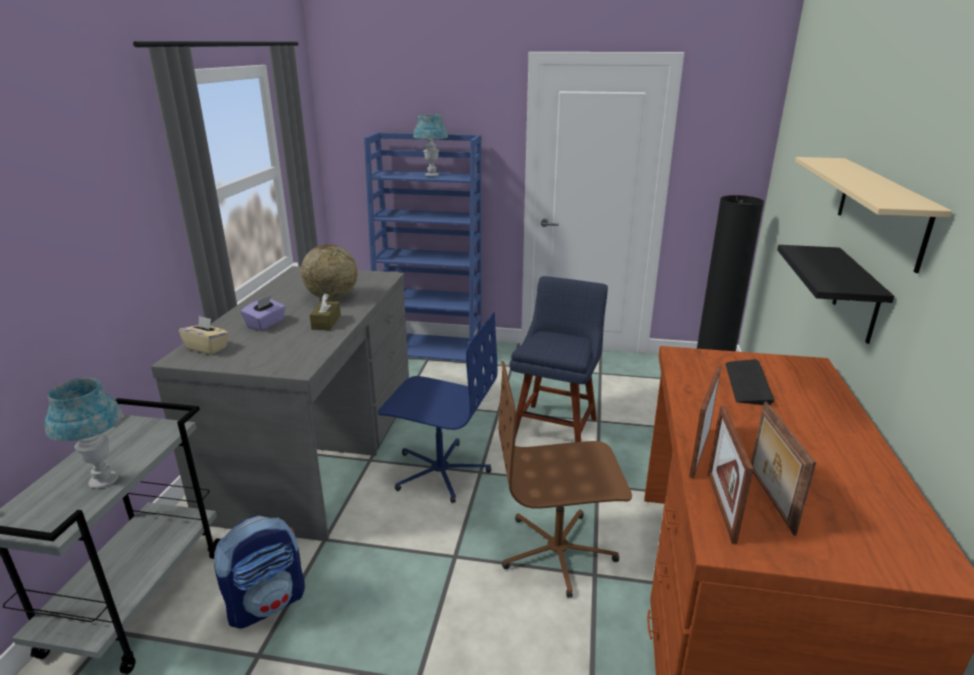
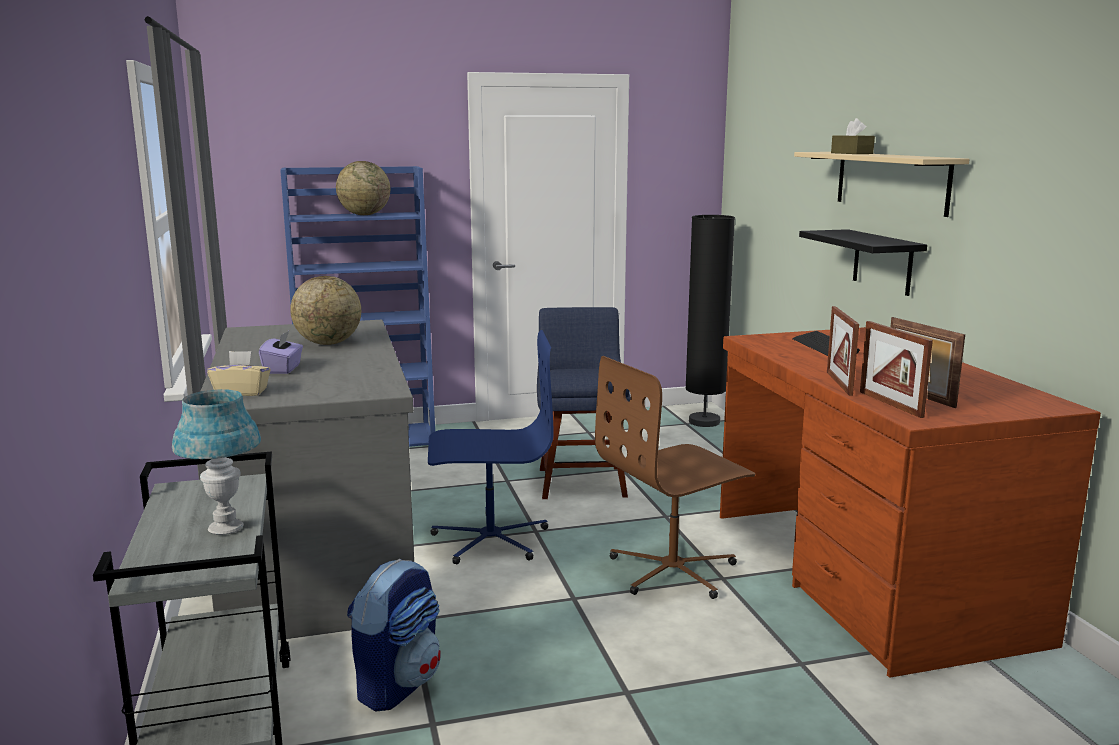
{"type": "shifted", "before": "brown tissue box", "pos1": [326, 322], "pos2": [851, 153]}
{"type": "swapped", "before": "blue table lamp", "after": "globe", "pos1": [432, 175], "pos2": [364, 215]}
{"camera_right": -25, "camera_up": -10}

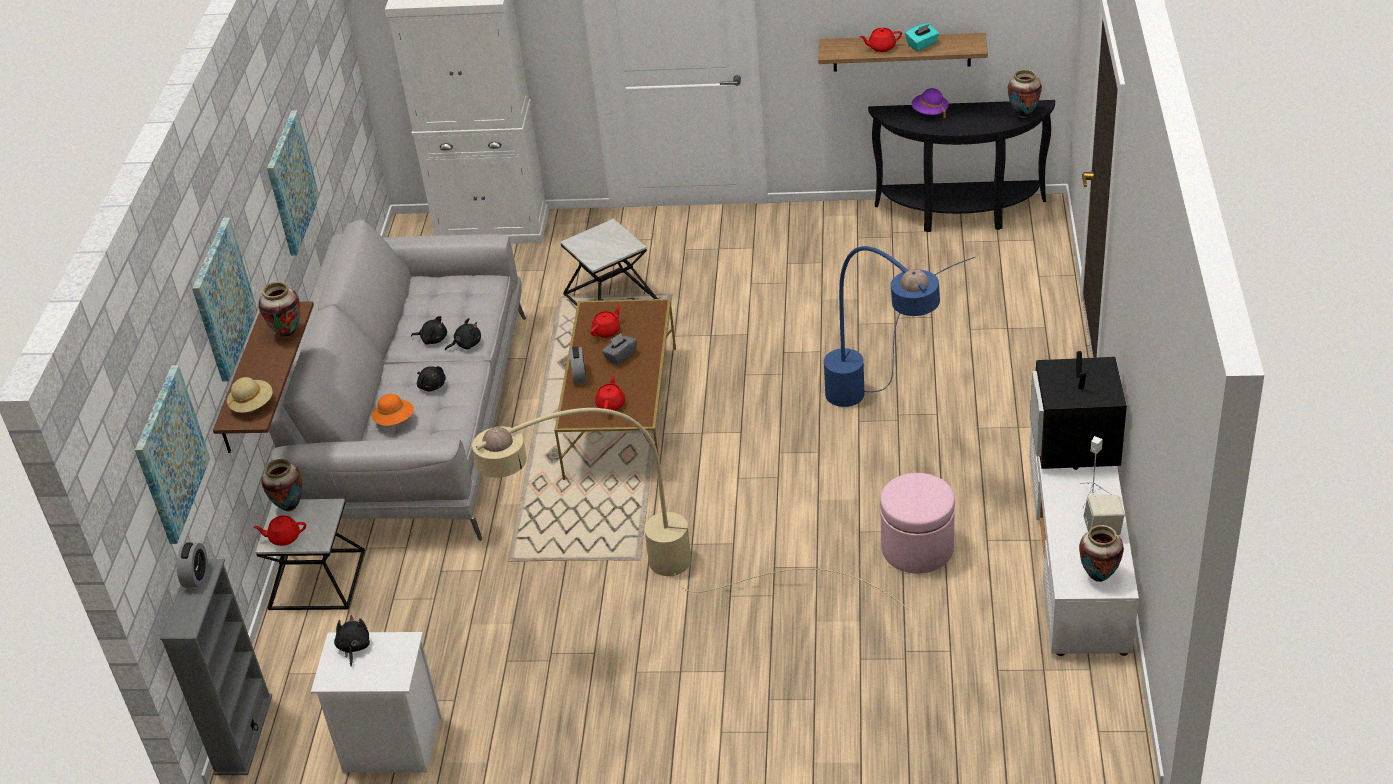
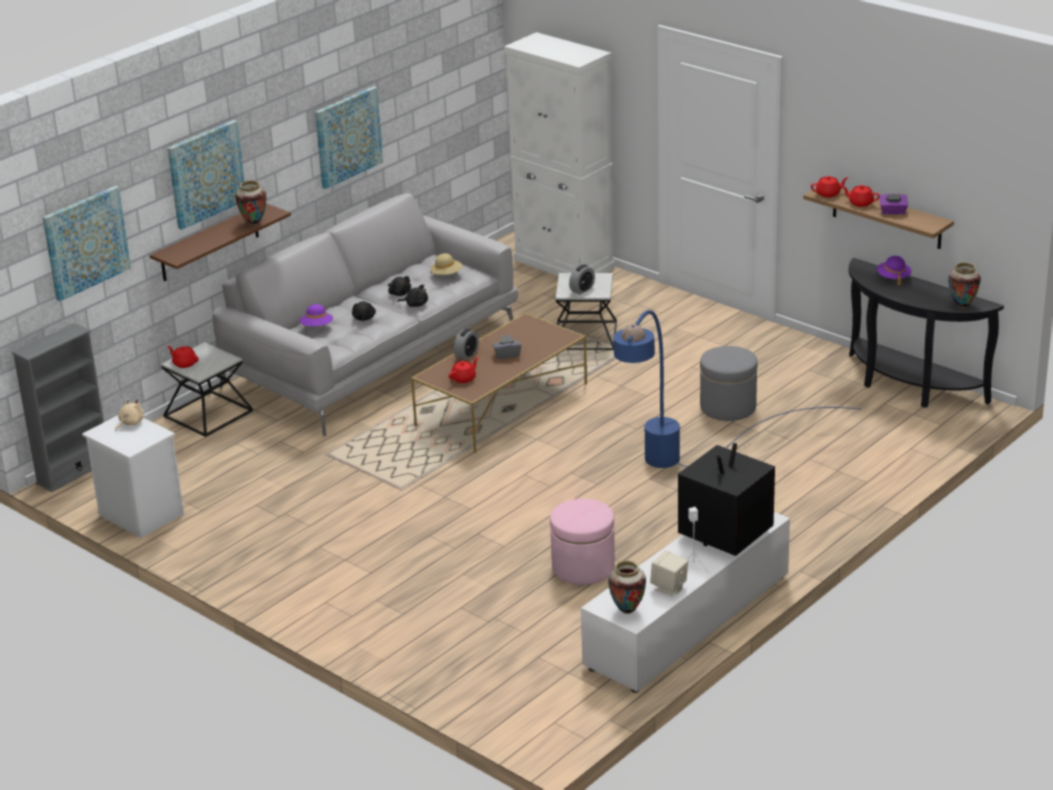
{"type": "shifted", "before": "alarm clock", "pos1": [196, 576], "pos2": [582, 289]}
{"type": "shifted", "before": "beige hat", "pos1": [252, 405], "pos2": [447, 274]}
{"type": "gone", "before": "vase", "pos1": [289, 507]}
{"type": "repainted", "before": "black plush toy", "after": "beige plush toy", "pos1": [353, 647], "pos2": [130, 423]}
{"type": "repainted", "before": "orange hat", "after": "purple hat", "pos1": [394, 420], "pos2": [317, 327]}
{"type": "gone", "before": "beige floor lamp", "pos1": [644, 600]}
{"type": "shifted", "before": "red teapot", "pos1": [607, 331], "pos2": [828, 194]}
{"type": "repainted", "before": "turquoise tissue box", "after": "purple tissue box", "pos1": [922, 45], "pos2": [893, 212]}
{"type": "new", "after": "grey ottoman", "pos2": [728, 407]}
{"camera_right": 35, "camera_up": -10}

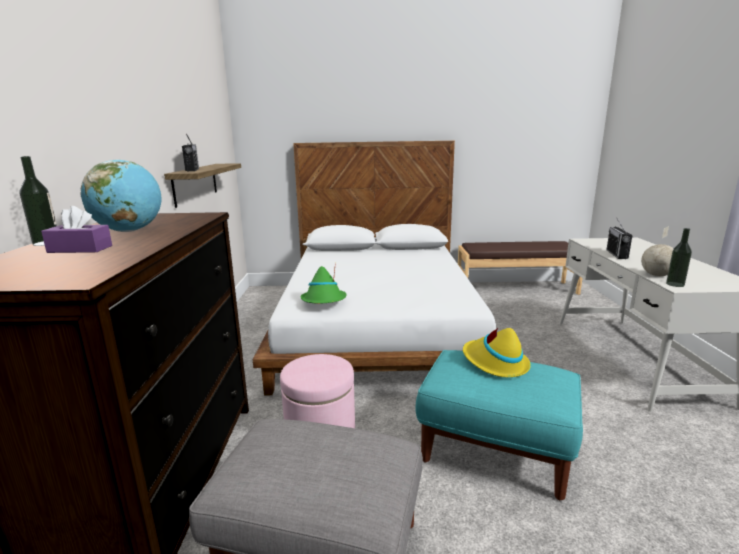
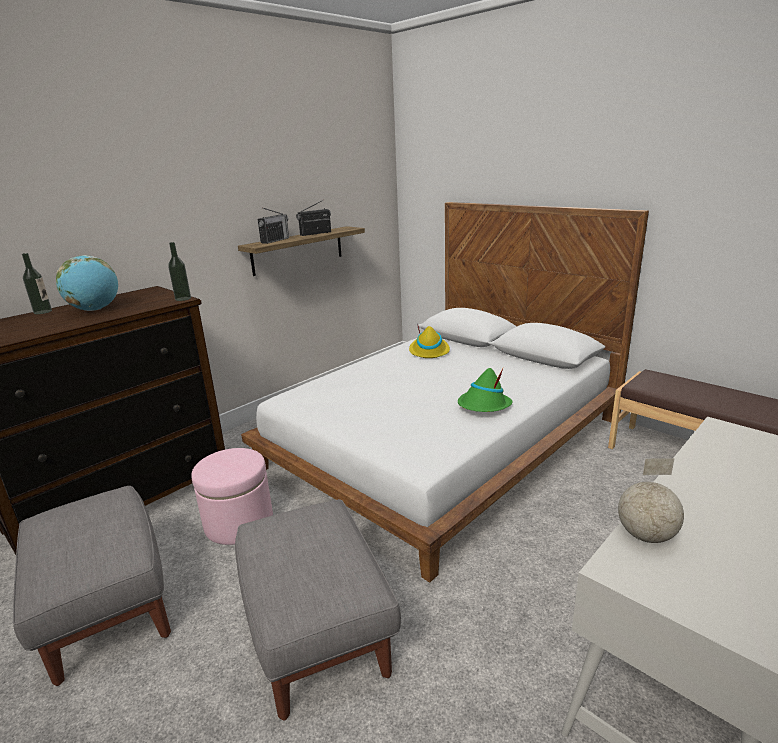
{"type": "gone", "before": "purple tissue box", "pos1": [80, 249]}
{"type": "shifted", "before": "green hat", "pos1": [324, 301], "pos2": [484, 406]}
{"type": "repainted", "before": "turquoise ottoman", "after": "grey ottoman", "pos1": [496, 450], "pos2": [317, 633]}
{"type": "shifted", "before": "yellow hat", "pos1": [494, 363], "pos2": [429, 351]}
{"type": "shifted", "before": "radio", "pos1": [616, 254], "pos2": [316, 233]}
{"type": "shifted", "before": "bottle", "pos1": [675, 284], "pos2": [183, 299]}
{"camera_right": 45, "camera_up": 5}

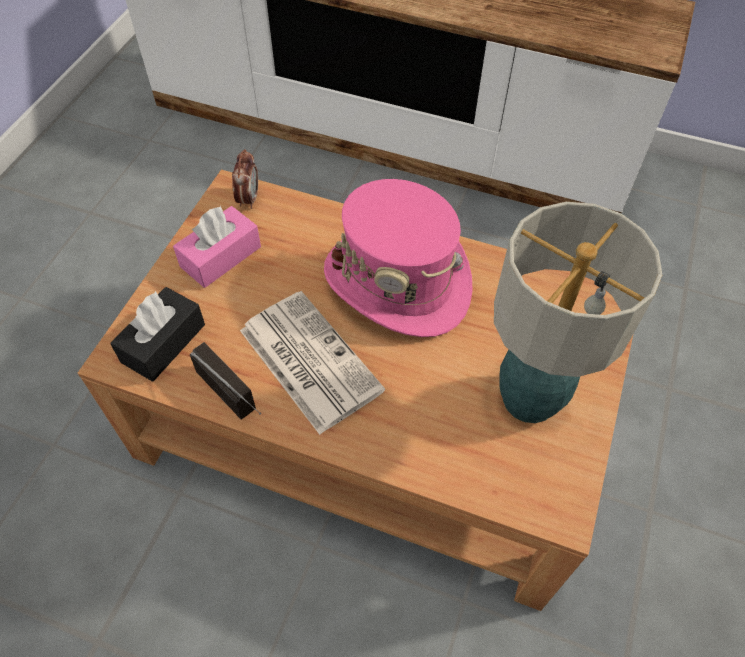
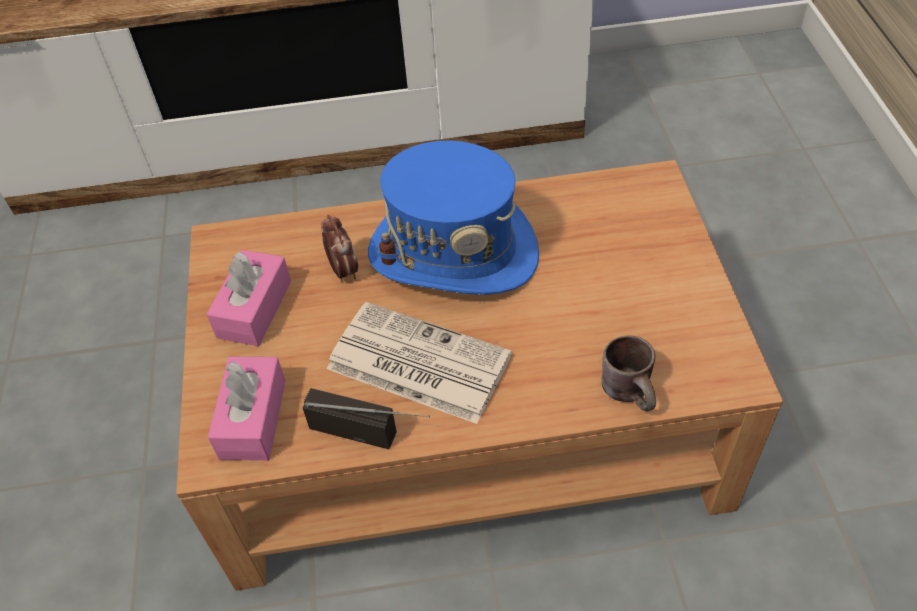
{"type": "repainted", "before": "black tissue box", "after": "pink tissue box", "pos1": [163, 343], "pos2": [253, 419]}
{"type": "shifted", "before": "alarm clock", "pos1": [248, 199], "pos2": [343, 270]}
{"type": "repainted", "before": "pink hat", "after": "blue hat", "pos1": [397, 282], "pos2": [453, 252]}
{"type": "gone", "before": "table lamp", "pos1": [531, 399]}
{"type": "new", "after": "brown mug", "pos2": [633, 391]}
{"camera_right": -25, "camera_up": -5}

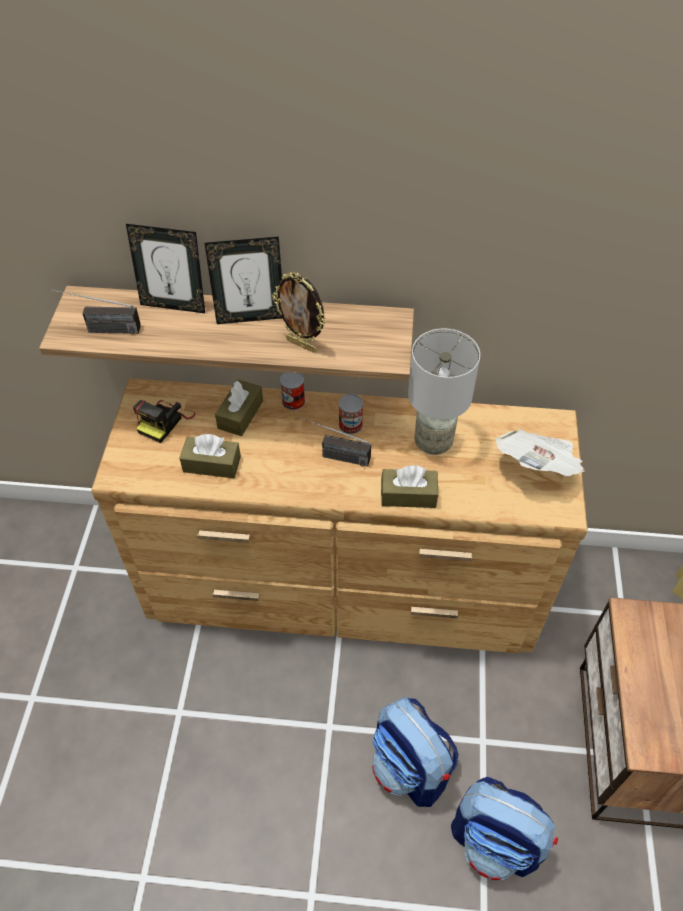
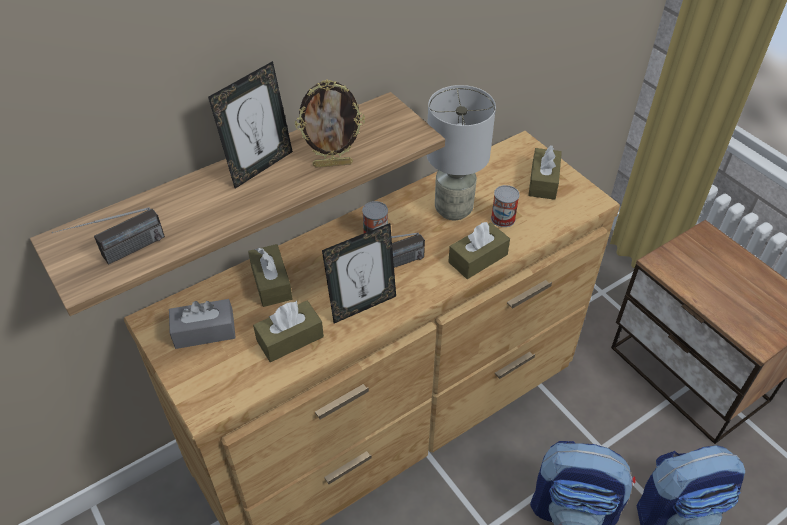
{"type": "shifted", "before": "picture frame", "pos1": [174, 305], "pos2": [362, 305]}
{"type": "swapped", "before": "photo camera", "after": "grey tissue box", "pos1": [165, 421], "pos2": [204, 331]}
{"type": "shifted", "before": "can", "pos1": [293, 401], "pos2": [503, 218]}
{"type": "swapped", "before": "newspaper", "after": "brown tissue box", "pos1": [538, 466], "pos2": [543, 181]}
{"camera_right": -40, "camera_up": -5}

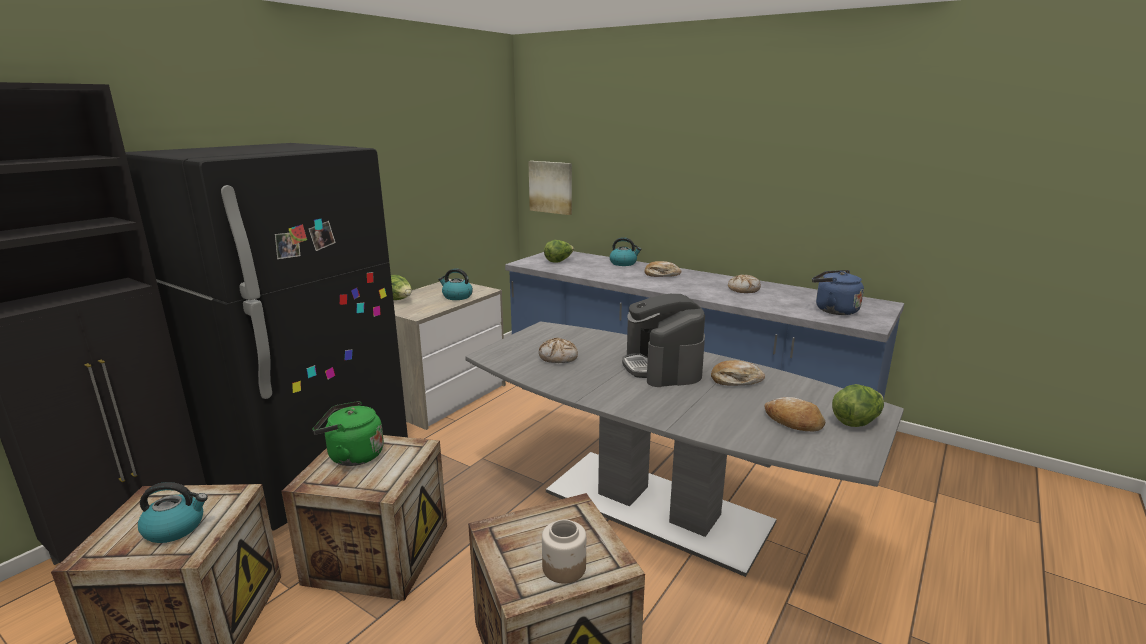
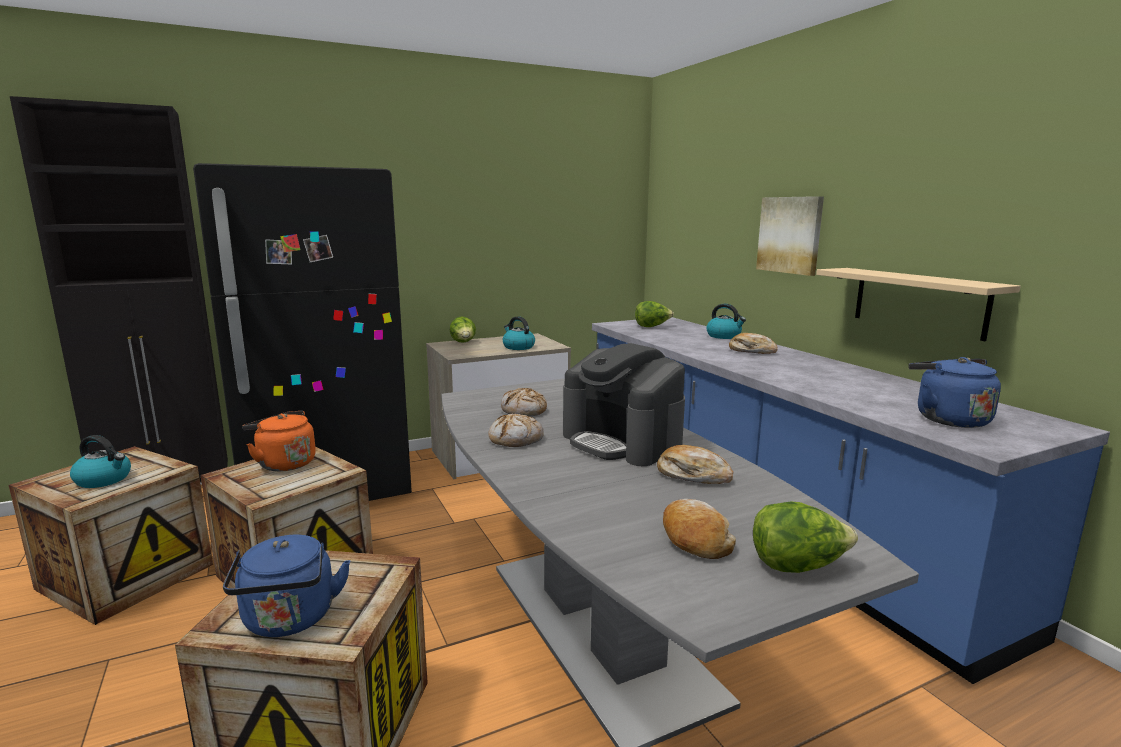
{"type": "repainted", "before": "green kettle", "after": "orange kettle", "pos1": [352, 456], "pos2": [284, 463]}
{"type": "shifted", "before": "picture", "pos1": [551, 187], "pos2": [790, 235]}
{"type": "swapped", "before": "jar", "after": "blue kettle", "pos1": [564, 568], "pos2": [289, 620]}
{"type": "rotated", "before": "coffee machine", "pos1": [662, 367], "pos2": [622, 442], "turn": -60}
{"type": "shifted", "before": "bread", "pos1": [743, 289], "pos2": [516, 439]}
{"type": "new", "after": "beige shelf", "pos2": [918, 302]}
{"camera_right": 30, "camera_up": -5}

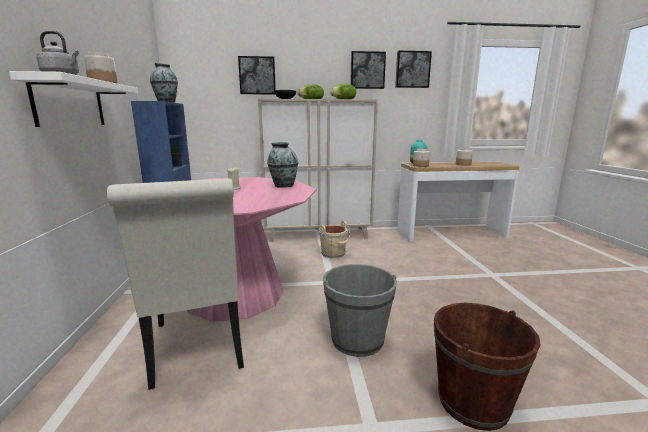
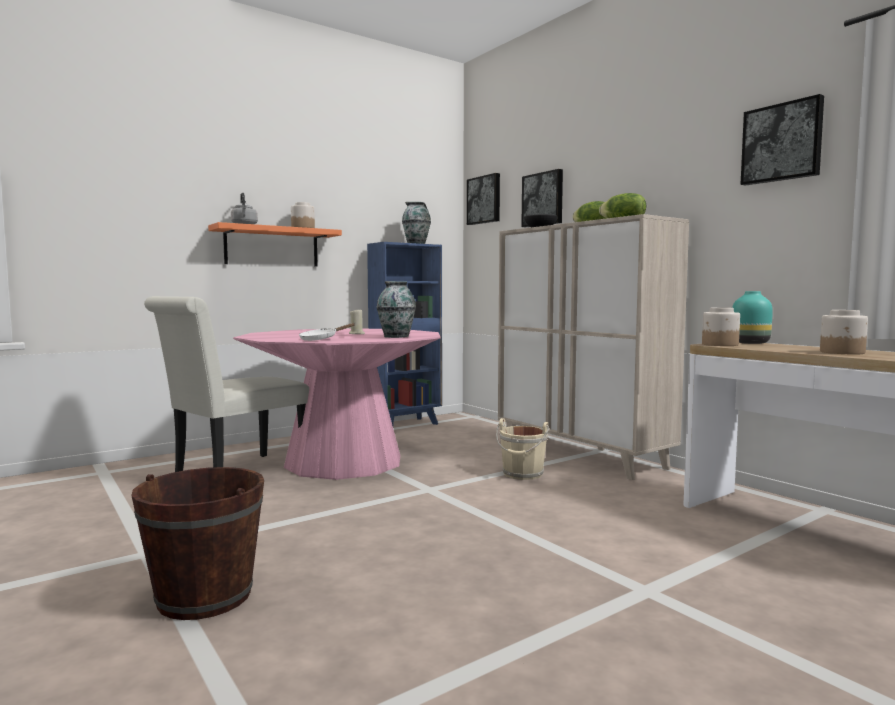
{"type": "repainted", "before": "white shelf", "after": "orange shelf", "pos1": [70, 103], "pos2": [272, 247]}
{"type": "gone", "before": "grey bucket", "pos1": [357, 340]}
{"type": "shifted", "before": "picture", "pos1": [367, 70], "pos2": [484, 200]}
{"type": "new", "after": "white frying pan", "pos2": [321, 339]}
{"camera_right": 60, "camera_up": -10}

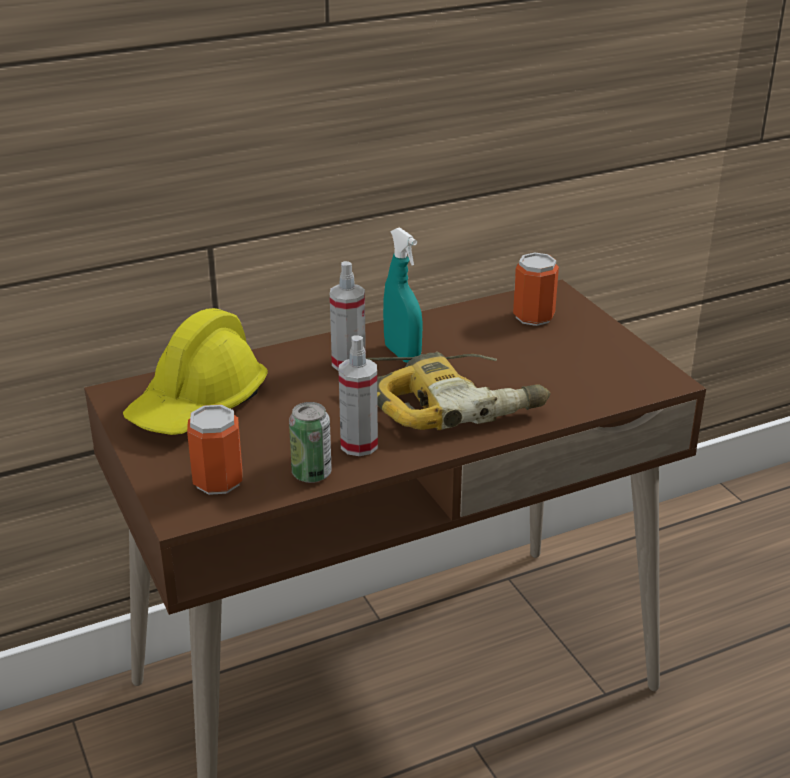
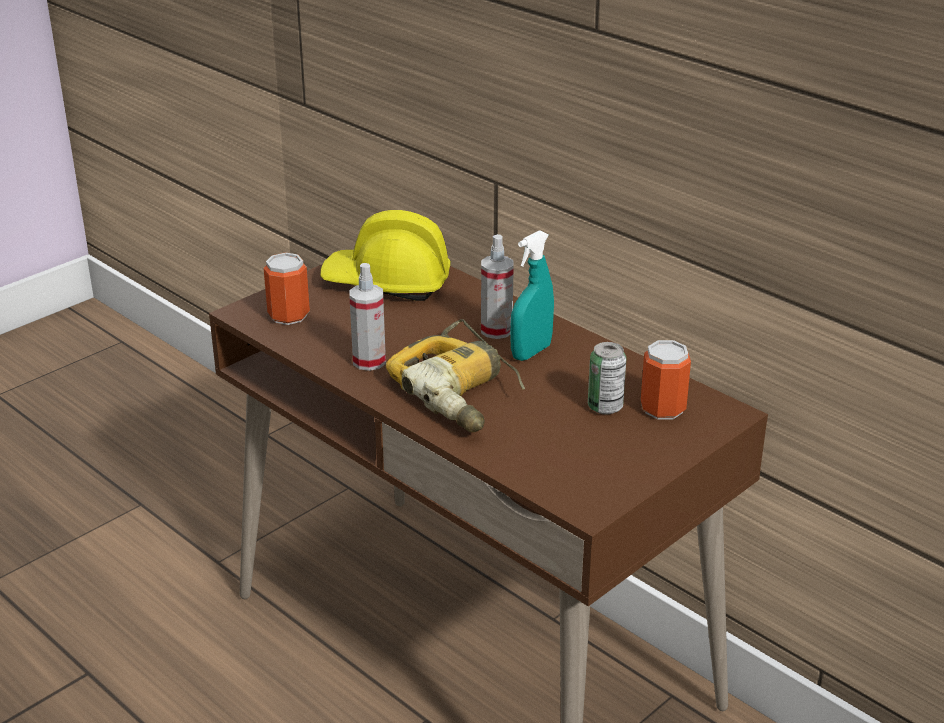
{"type": "shifted", "before": "can", "pos1": [311, 474], "pos2": [605, 407]}
{"camera_right": 70, "camera_up": 0}

